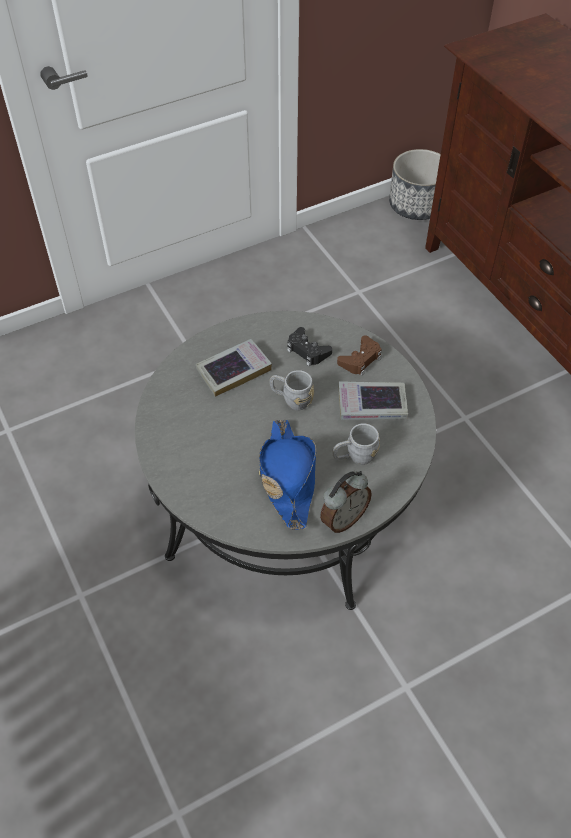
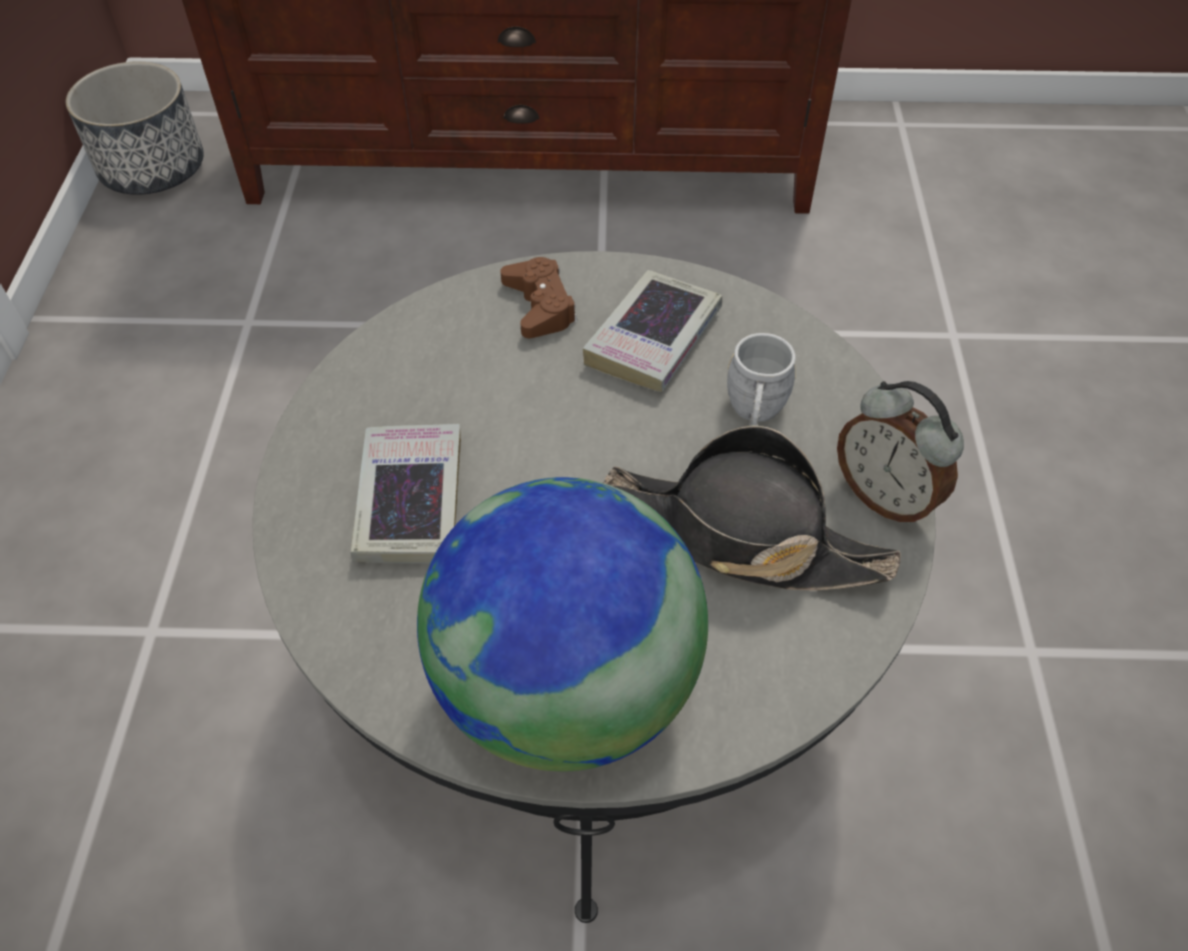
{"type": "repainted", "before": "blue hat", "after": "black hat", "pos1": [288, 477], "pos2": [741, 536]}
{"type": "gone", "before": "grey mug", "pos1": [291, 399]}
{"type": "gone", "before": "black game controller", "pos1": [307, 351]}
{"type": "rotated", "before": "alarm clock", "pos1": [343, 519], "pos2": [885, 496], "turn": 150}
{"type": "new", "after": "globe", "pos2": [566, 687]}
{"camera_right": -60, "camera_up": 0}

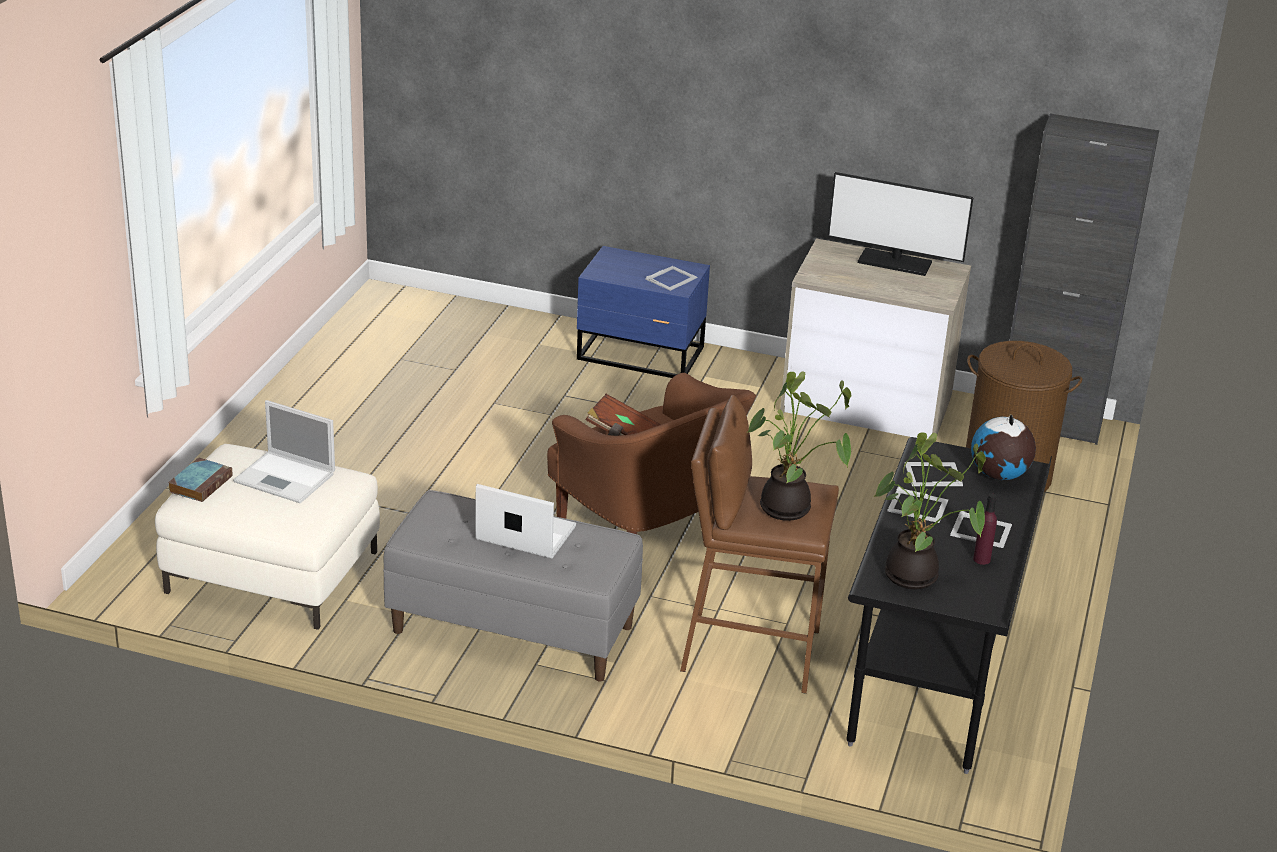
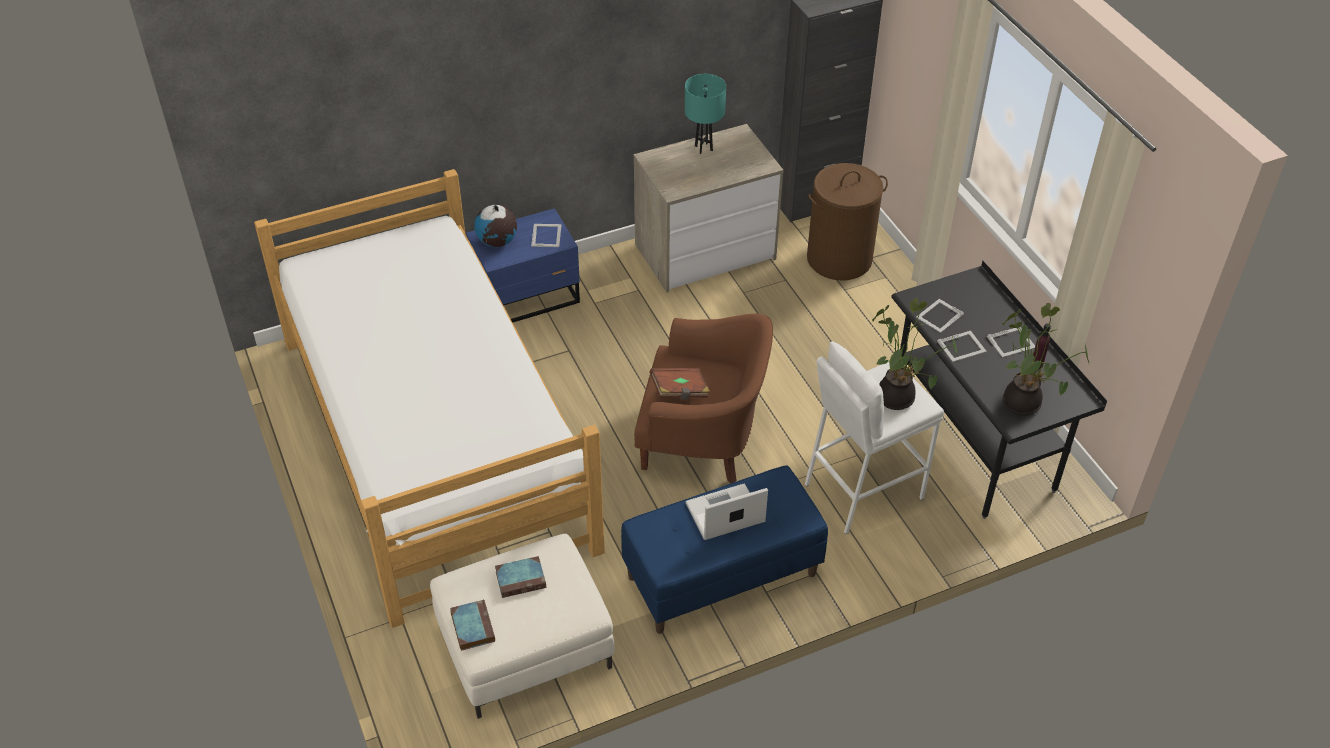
{"type": "swapped", "before": "laptop", "after": "book", "pos1": [286, 478], "pos2": [521, 579]}
{"type": "repainted", "before": "grey bench", "after": "blue bench", "pos1": [511, 629], "pos2": [721, 576]}
{"type": "repainted", "before": "brown stool", "after": "white stool", "pos1": [750, 651], "pos2": [862, 490]}
{"type": "swapped", "before": "monitor", "after": "turquoise table lamp", "pos1": [894, 262], "pos2": [703, 148]}
{"type": "shifted", "before": "globe", "pos1": [998, 475], "pos2": [497, 242]}
{"type": "new", "after": "bed", "pos2": [435, 441]}
{"camera_right": -40, "camera_up": 15}

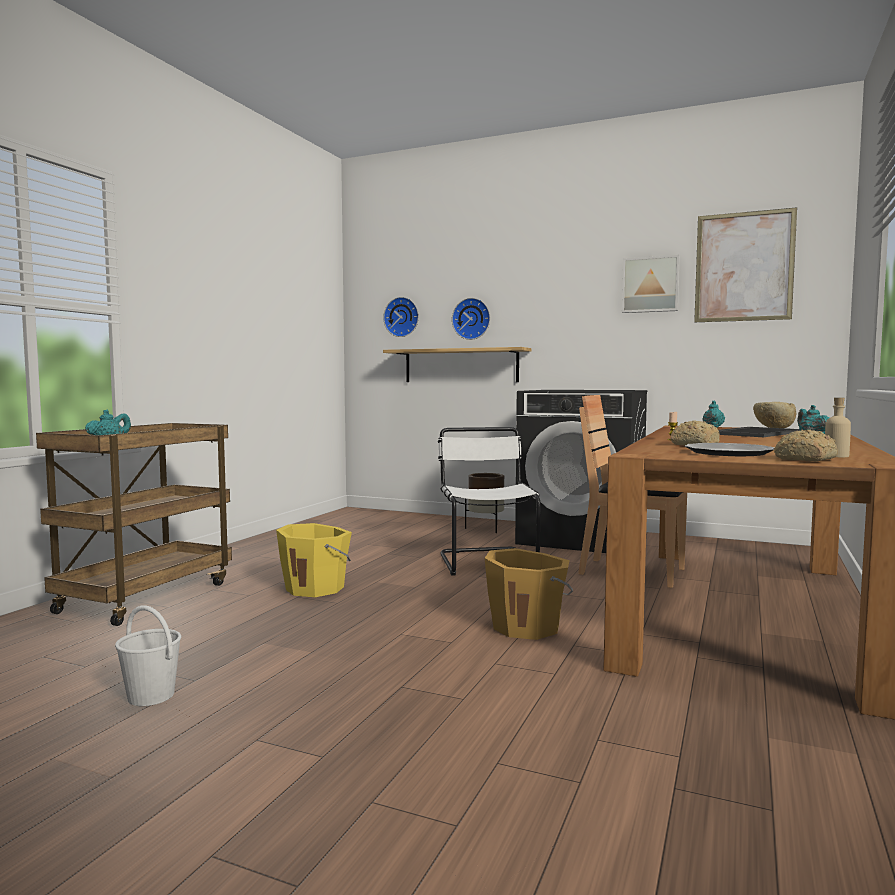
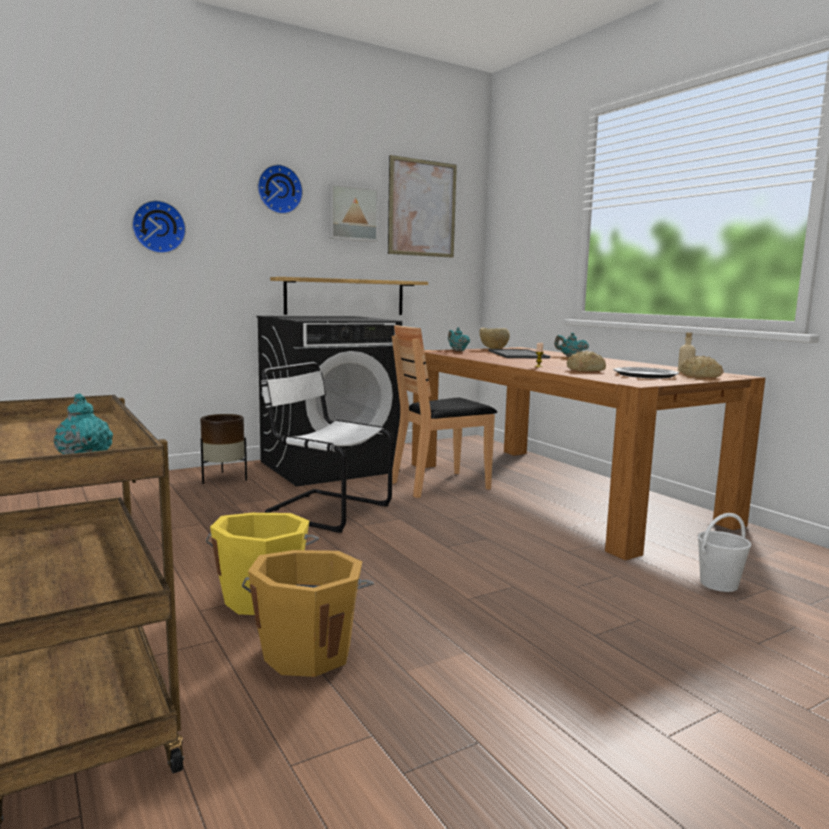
{"type": "shifted", "before": "white bucket", "pos1": [150, 696], "pos2": [718, 584]}
{"type": "shifted", "before": "wall clock", "pos1": [402, 317], "pos2": [279, 189]}
{"type": "shifted", "before": "shelf", "pos1": [461, 365], "pos2": [345, 297]}
{"type": "shifted", "before": "orange bucket", "pos1": [527, 626], "pos2": [308, 651]}
{"camera_right": -55, "camera_up": 5}

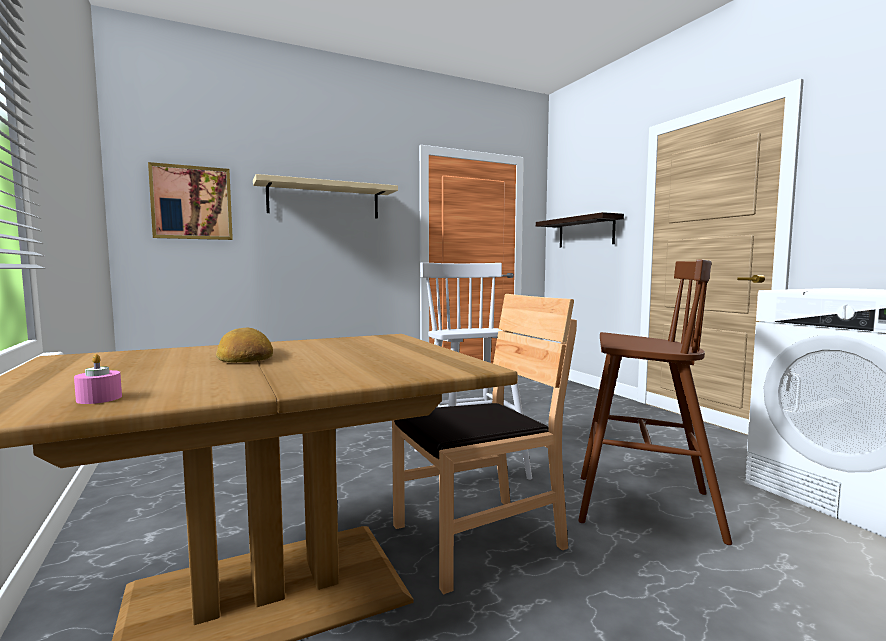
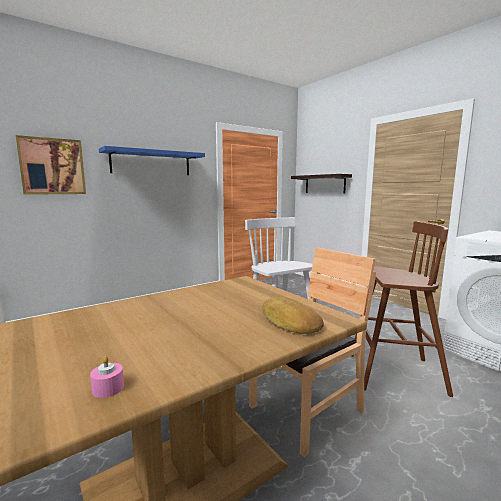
{"type": "shifted", "before": "bread", "pos1": [244, 356], "pos2": [289, 321]}
{"type": "repainted", "before": "beige shelf", "after": "blue shelf", "pos1": [324, 200], "pos2": [151, 163]}
{"camera_right": -10, "camera_up": 5}

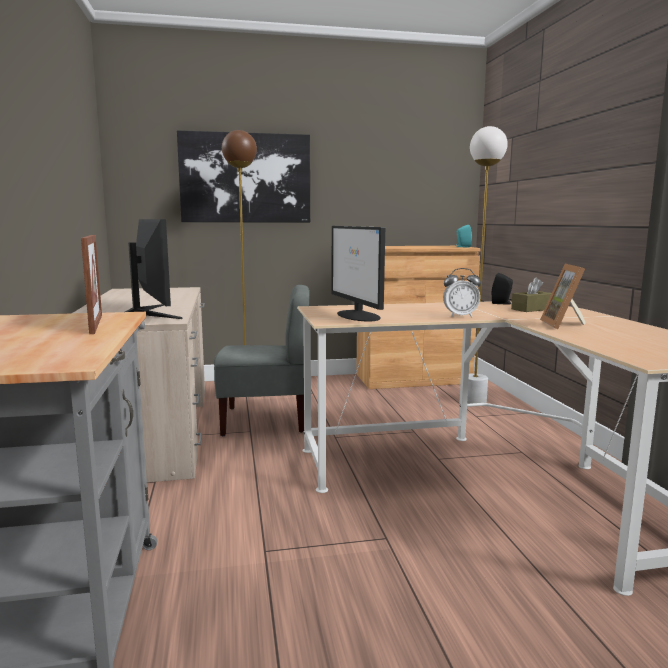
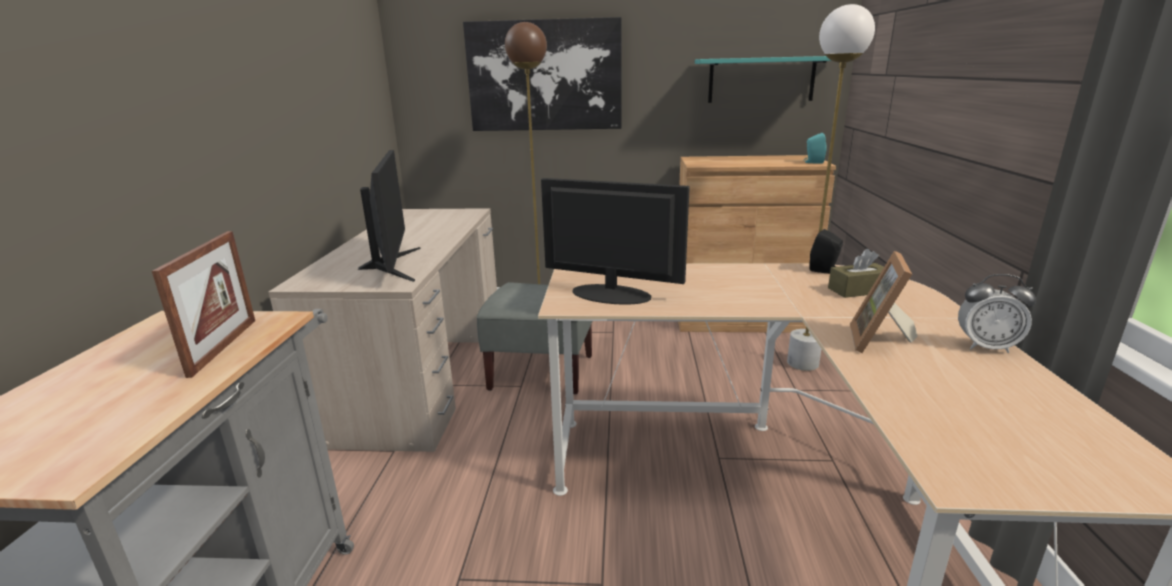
{"type": "rotated", "before": "monitor", "pos1": [358, 316], "pos2": [610, 294], "turn": 120}
{"type": "shifted", "before": "alarm clock", "pos1": [460, 316], "pos2": [986, 347]}
{"type": "new", "after": "turquoise shelf", "pos2": [761, 80]}
{"camera_right": 15, "camera_up": 10}

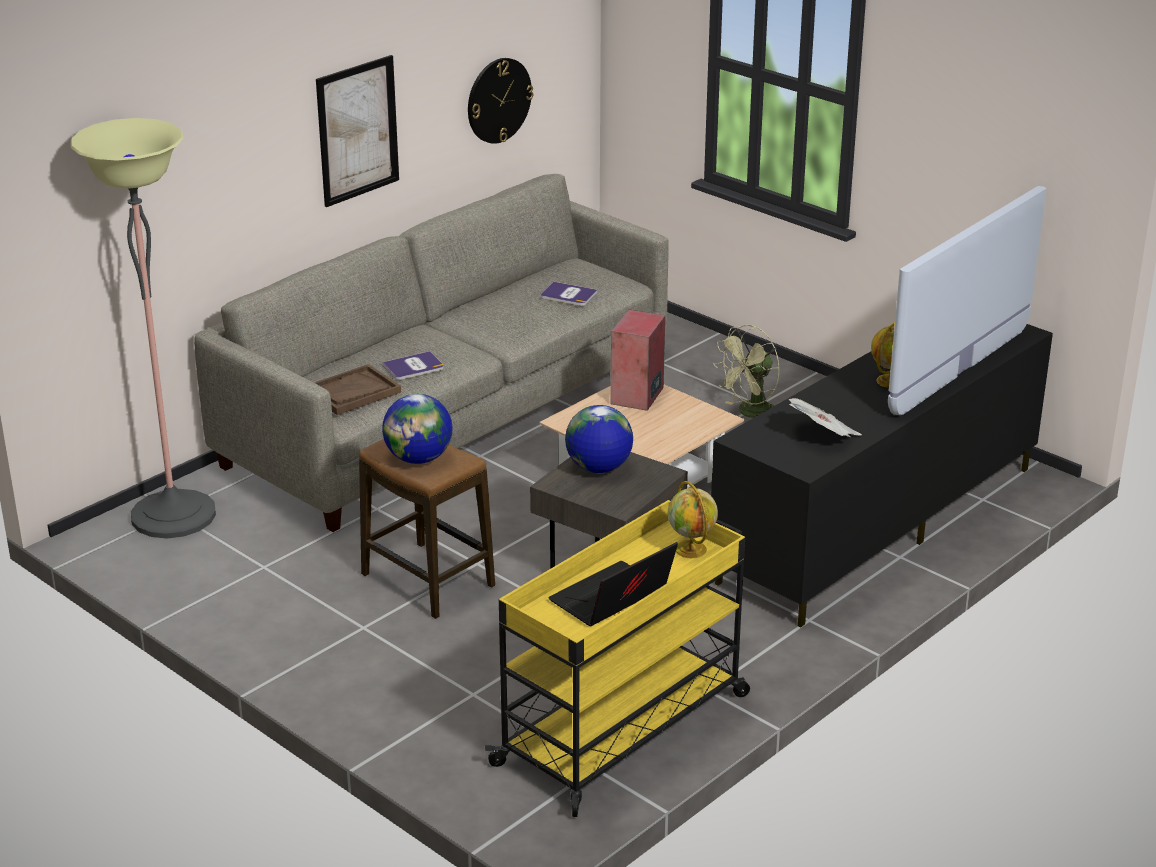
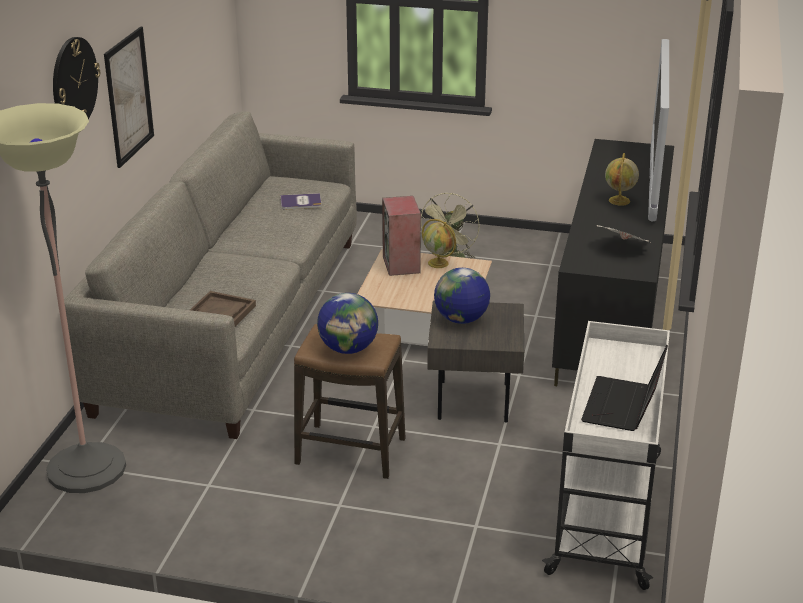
{"type": "gone", "before": "book", "pos1": [413, 367]}
{"type": "shifted", "before": "wall clock", "pos1": [498, 100], "pos2": [74, 82]}
{"type": "repainted", "before": "yellow cart", "after": "white cart", "pos1": [625, 728], "pos2": [606, 510]}
{"type": "shifted", "before": "globe", "pos1": [691, 550], "pos2": [439, 263]}
{"camera_right": -30, "camera_up": 0}

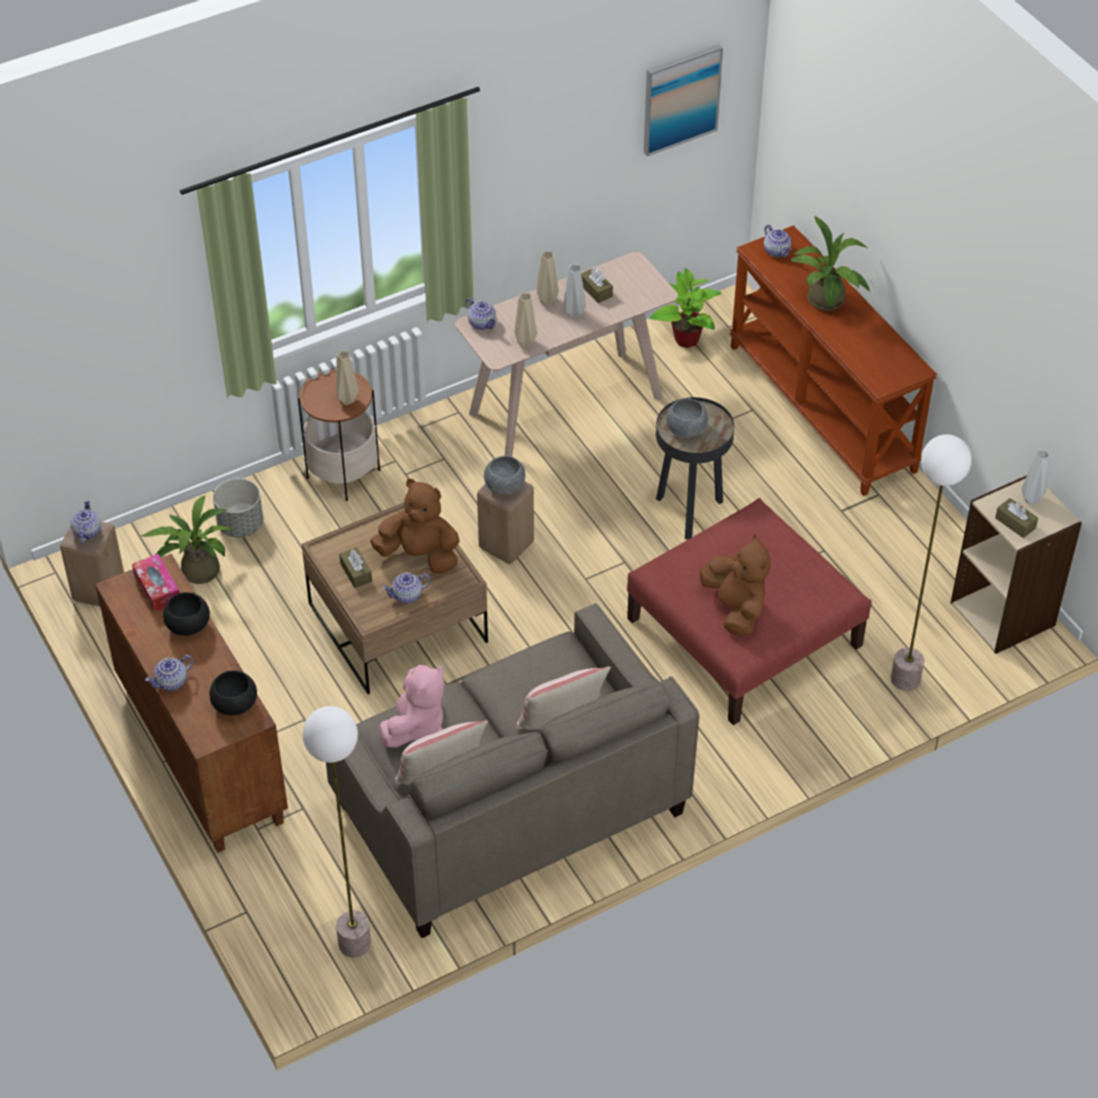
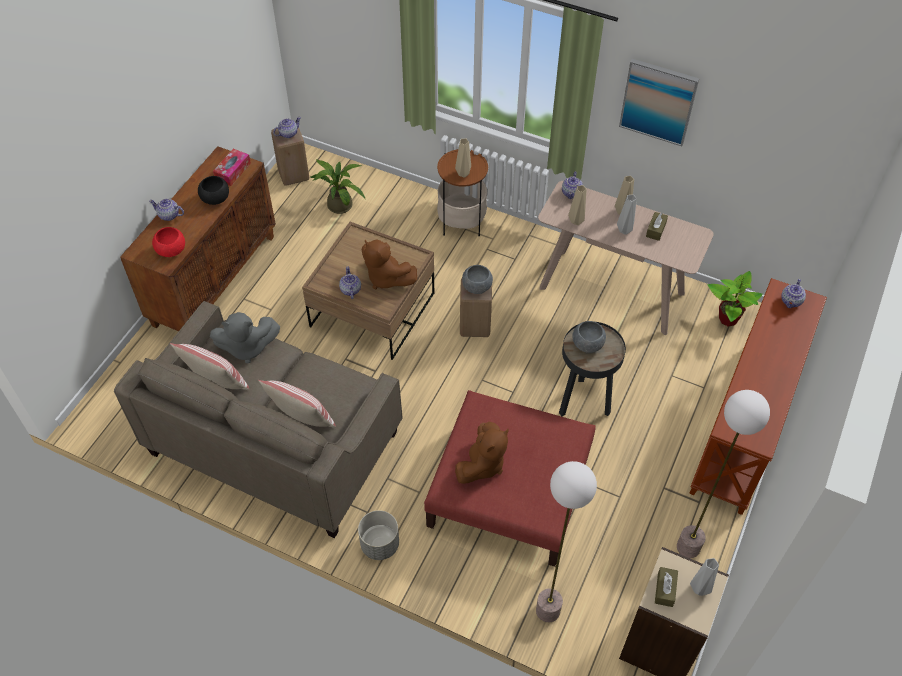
{"type": "repainted", "before": "black bowl", "after": "red bowl", "pos1": [234, 704], "pos2": [171, 250]}
{"type": "shifted", "before": "grey planter", "pos1": [240, 525], "pos2": [379, 544]}
{"type": "shifted", "before": "floor lamp", "pos1": [355, 943], "pos2": [688, 547]}
{"type": "gone", "before": "brown tissue box", "pos1": [356, 572]}
{"type": "rotated", "before": "brown plush toy", "pos1": [419, 555], "pos2": [386, 278], "turn": 150}
{"type": "repainted", "before": "pink plush toy", "after": "grey plush toy", "pos1": [416, 724], "pos2": [247, 348]}
{"type": "rotated", "before": "teapot", "pos1": [407, 595], "pos2": [350, 290], "turn": 45}
{"type": "shifted", "before": "picture", "pos1": [681, 99], "pos2": [658, 101]}
{"type": "gone", "before": "potted plant", "pos1": [827, 303]}
{"camera_right": 55, "camera_up": 5}

